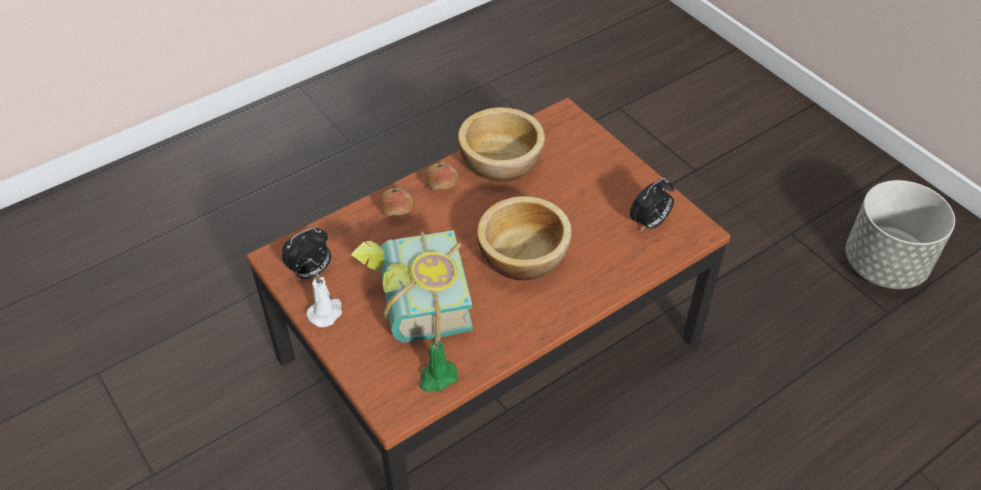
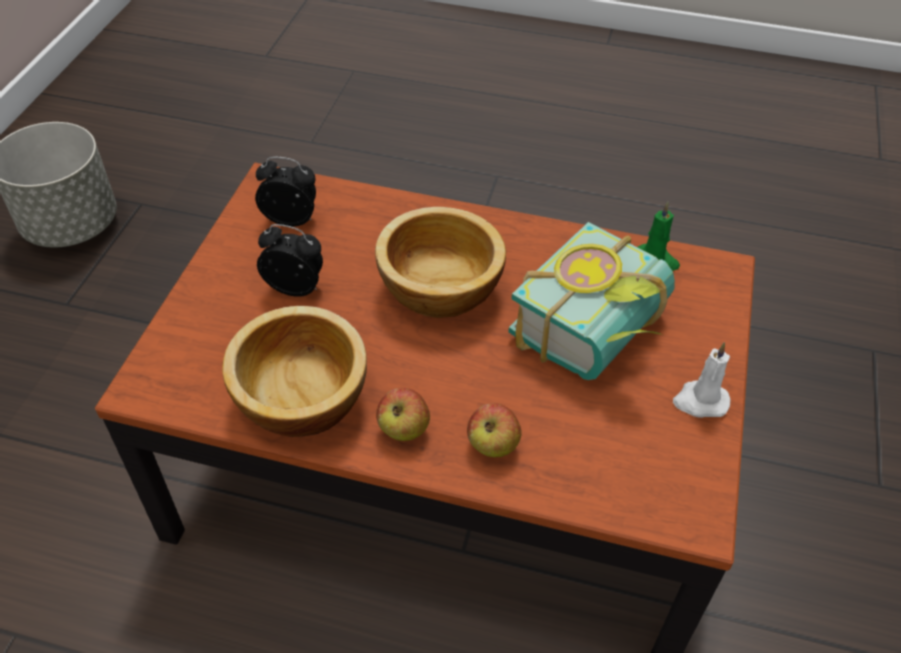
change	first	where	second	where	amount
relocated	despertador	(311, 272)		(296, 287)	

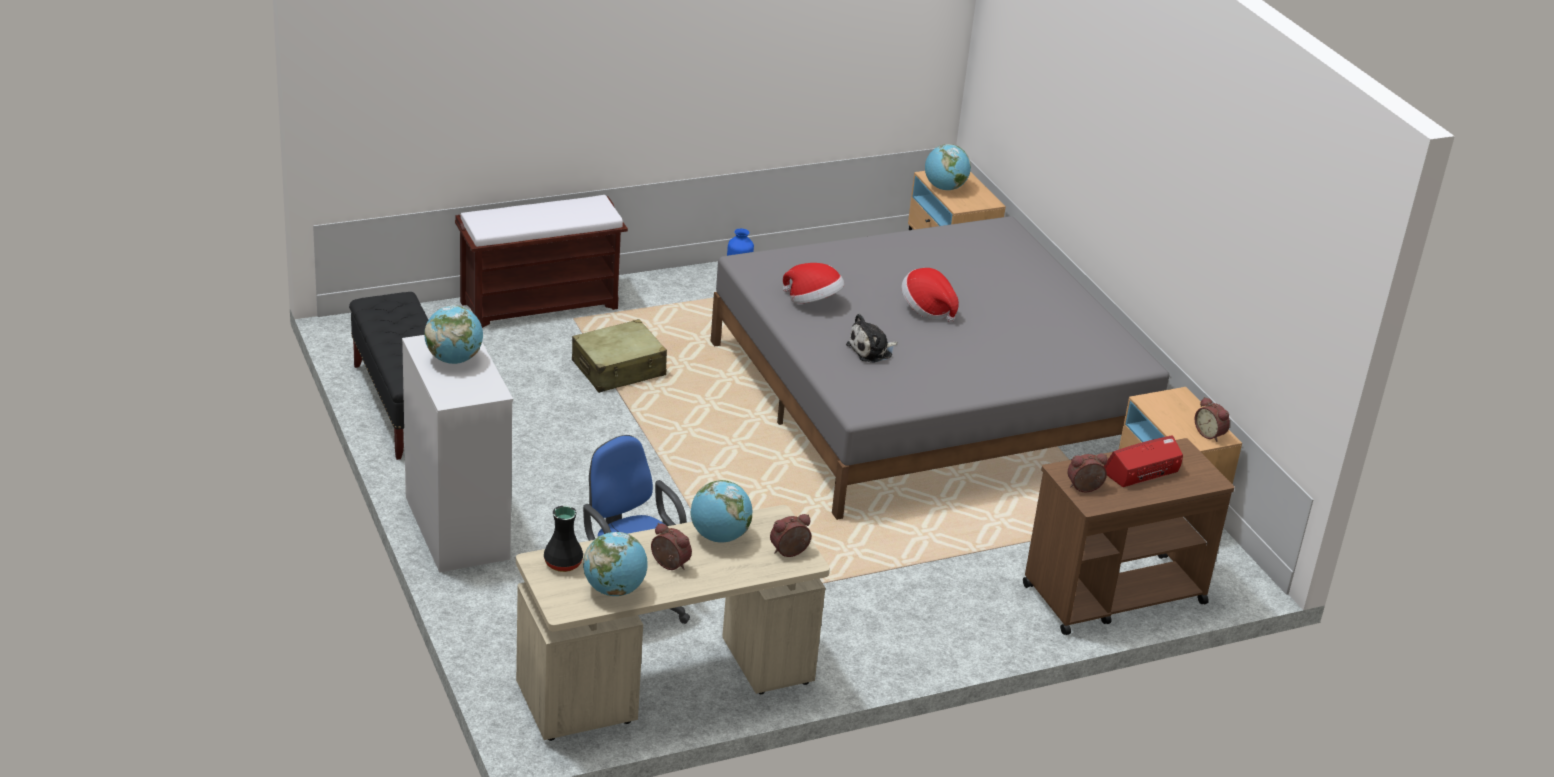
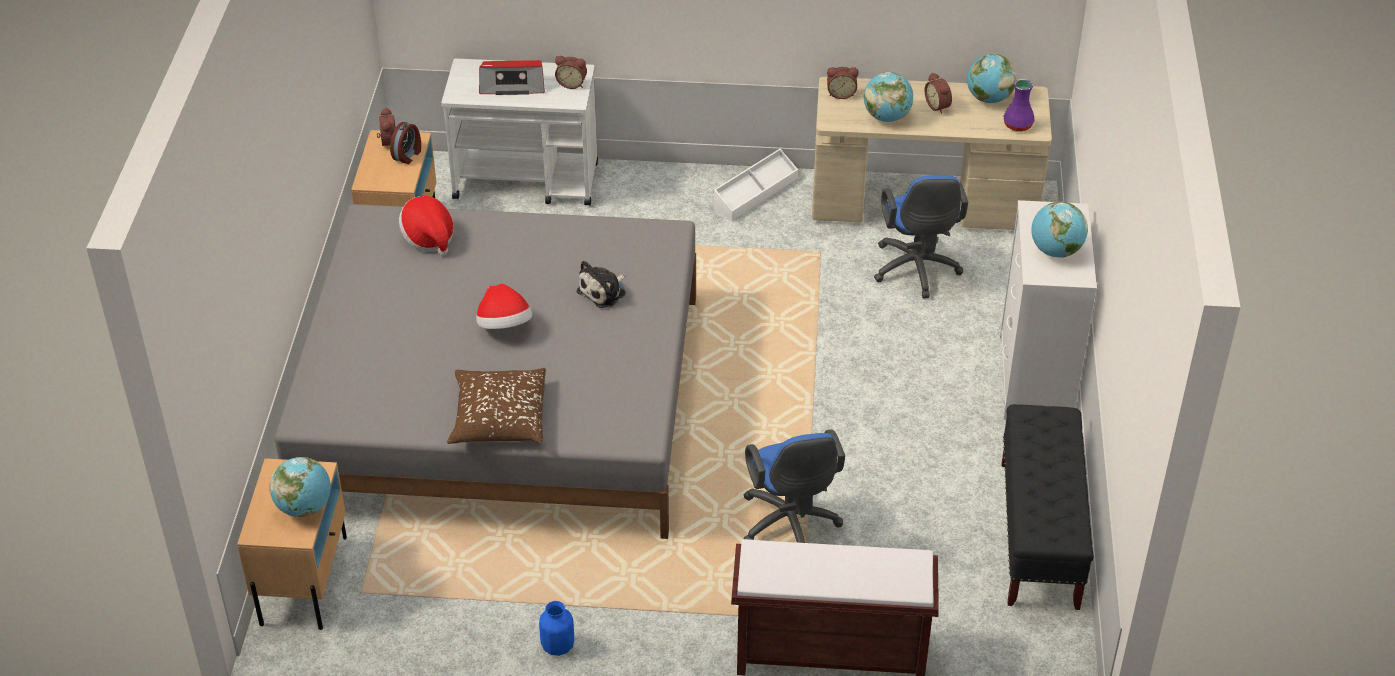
change	first	where	second	where	amount
colour	florero [negro]	(563, 564)	florero [morado]	(1018, 125)	
exchanged	maleta [beis]	(619, 369)	silla de oficina [azul]	(790, 527)	
relocated	sombrero	(813, 302)		(428, 238)	
spun	peluche	(872, 350)		(604, 292)	135 degrees clockwise
colour	carrito [marrón]	(1113, 594)	carrito [blanco]	(527, 181)	
appeared			despertador	(408, 155)	
appeared			cojín [marrón]	(499, 417)	
appeared			caja de almacenaje [blanco]	(755, 193)	

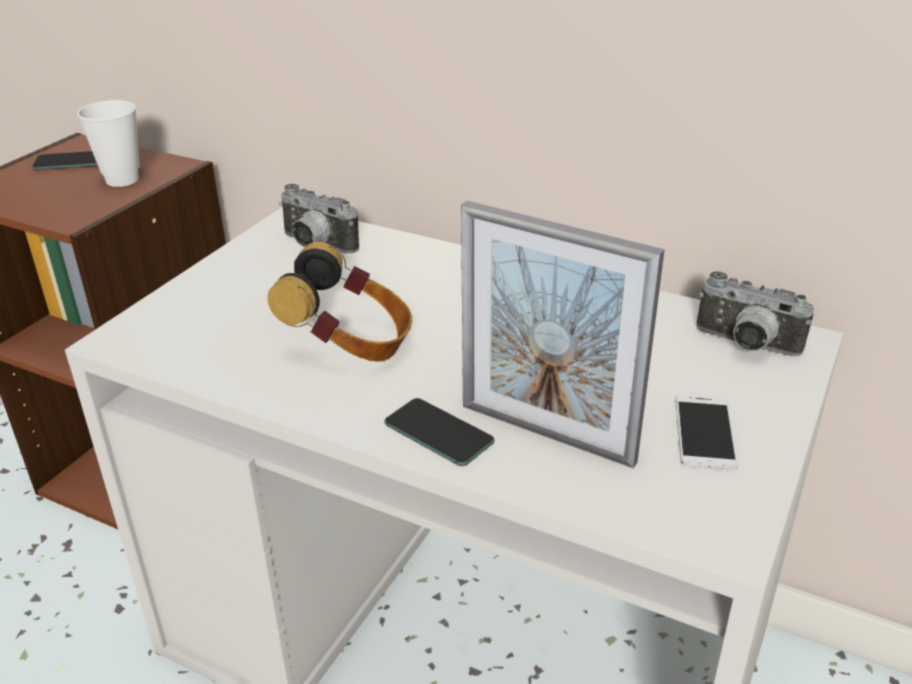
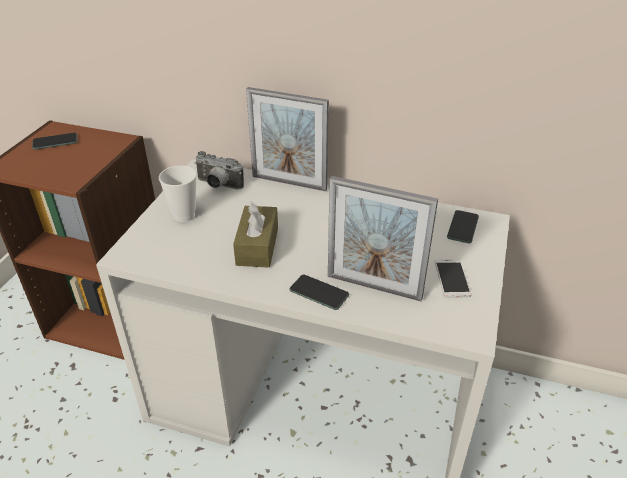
change	first	where	second	where	amount
relocated	taza	(122, 180)		(184, 215)	
exchanged	auriculares	(350, 345)	caja de pañuelos [marrón]	(257, 246)	
exchanged	cámara	(745, 345)	móvil	(462, 227)	
appeared			portarretratos	(289, 183)	

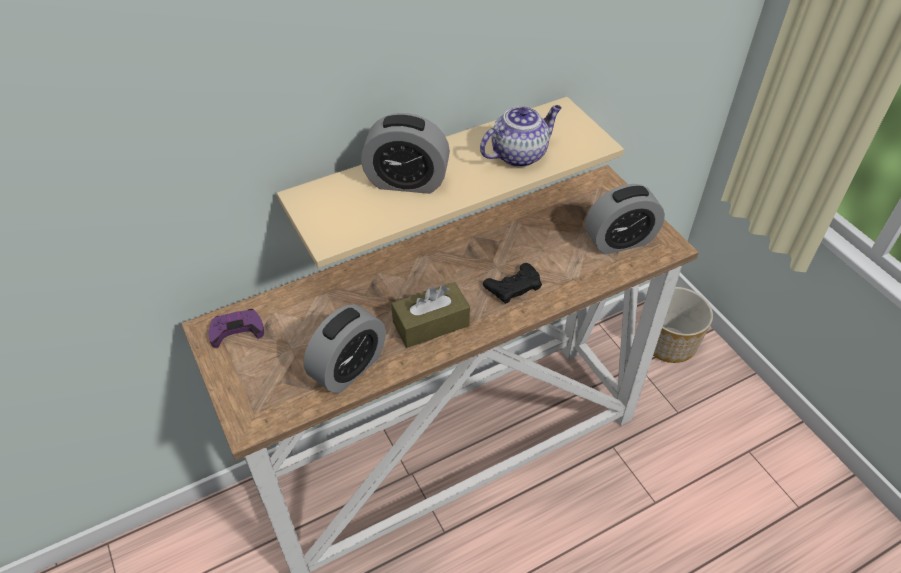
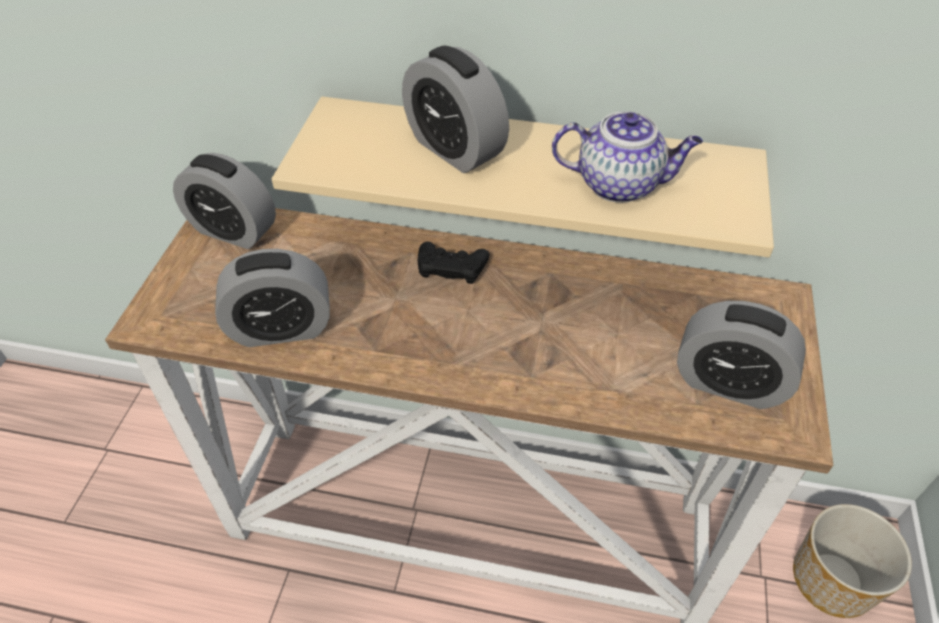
change	first	where	second	where	amount
exchanged	mando de consola [morado]	(236, 330)	despertador	(233, 231)	
missing	caja de pañuelos [marrón]	(431, 324)			
relocated	mando de consola [negro]	(513, 286)		(451, 266)	

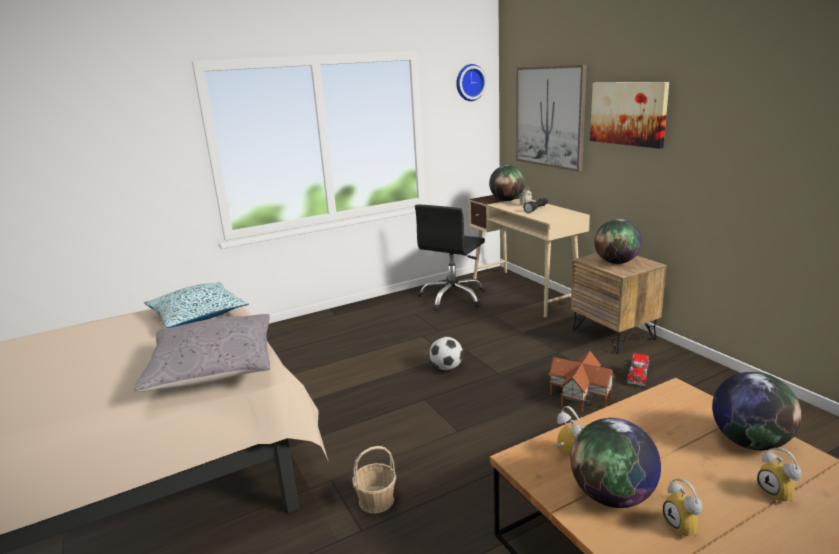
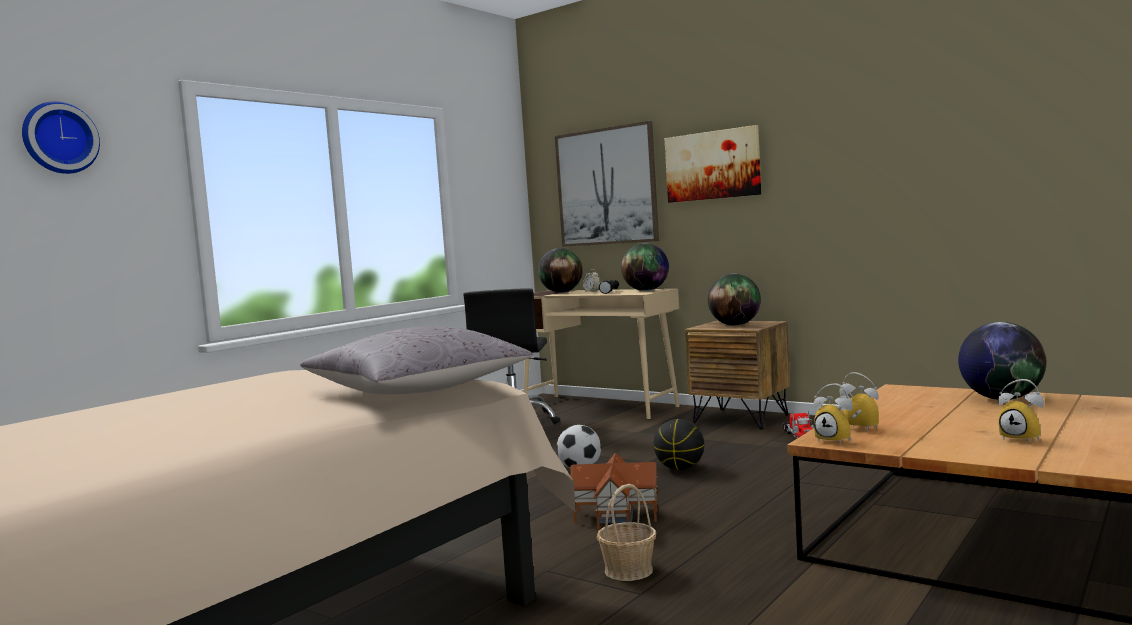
change	first	where	second	where	amount
missing	cojín	(198, 315)			
relocated	reloj de pared	(469, 82)		(59, 138)	
relocated	casita	(580, 396)		(617, 517)	
relocated	globo terráqueo	(612, 496)		(646, 290)	
relocated	despertador	(778, 493)		(836, 440)	
appeared			balón de baloncesto	(680, 468)	

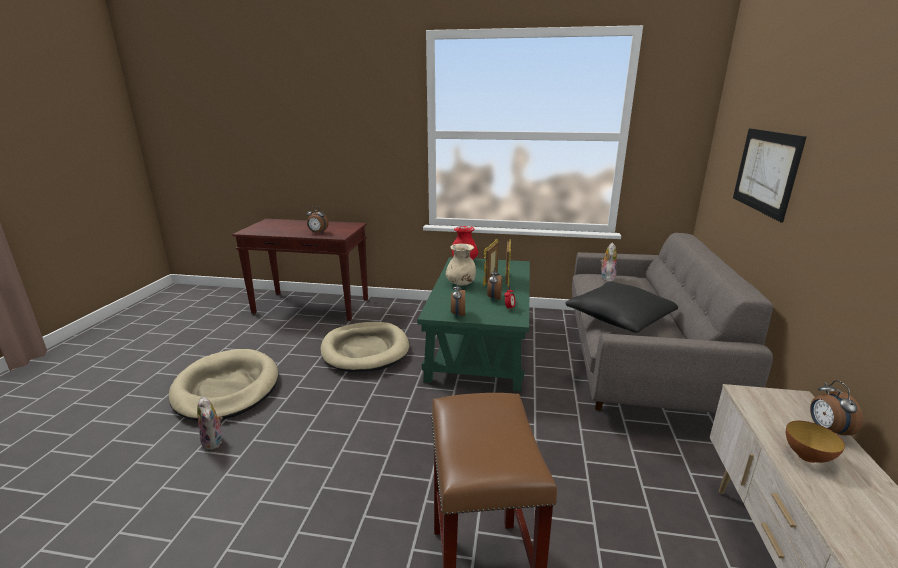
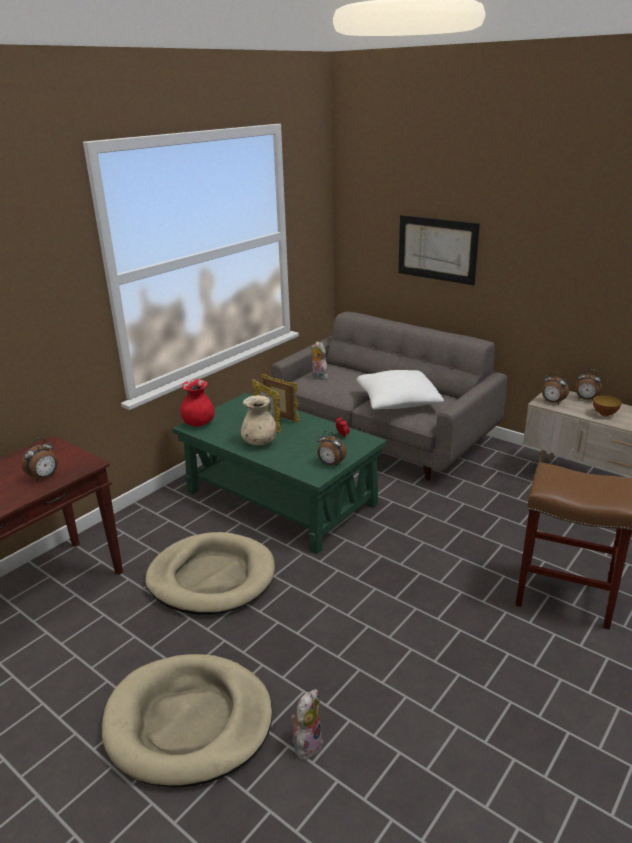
change	first	where	second	where	amount
spun	peluche	(214, 442)		(306, 743)	60 degrees counterclockwise
relocated	despertador	(494, 298)		(552, 402)	
colour	cojín [negro]	(619, 319)	cojín [blanco]	(397, 401)	

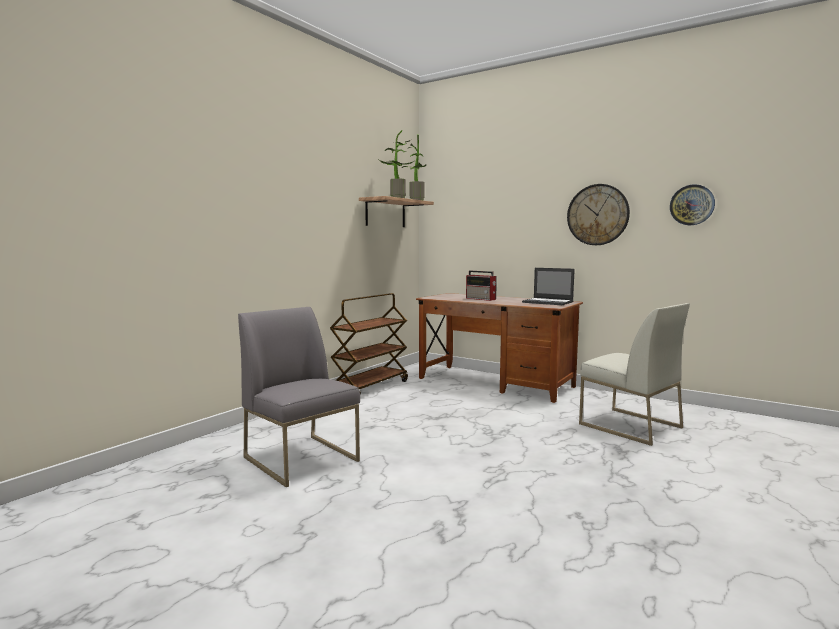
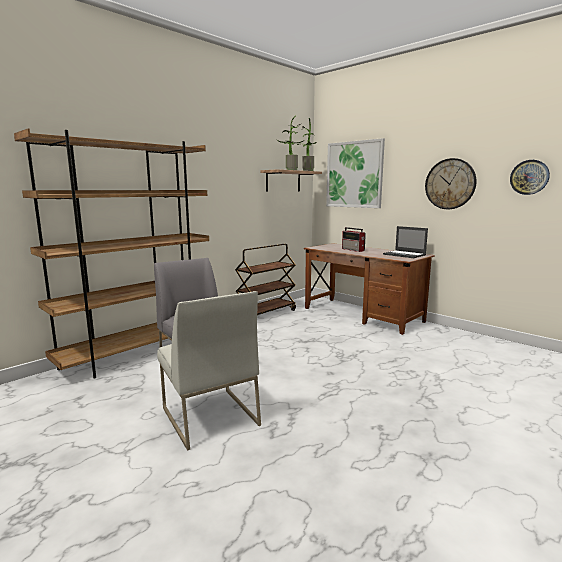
change	first	where	second	where	amount
relocated	silla [blanco]	(629, 426)		(209, 416)	
appeared			estantería [marrón]	(139, 354)	
appeared			cuadro	(354, 174)	

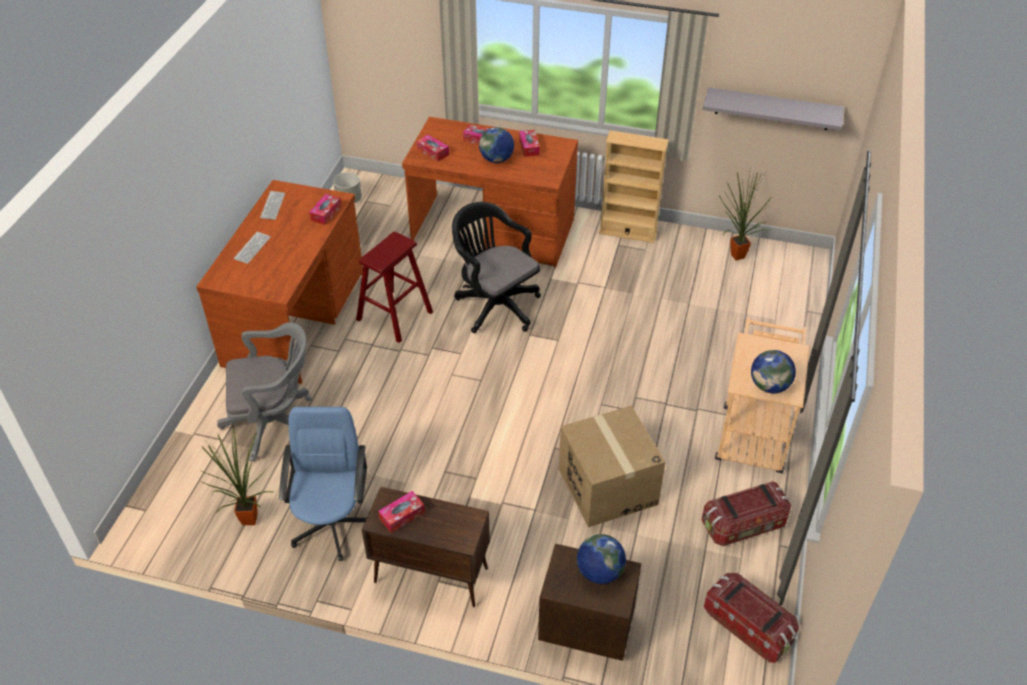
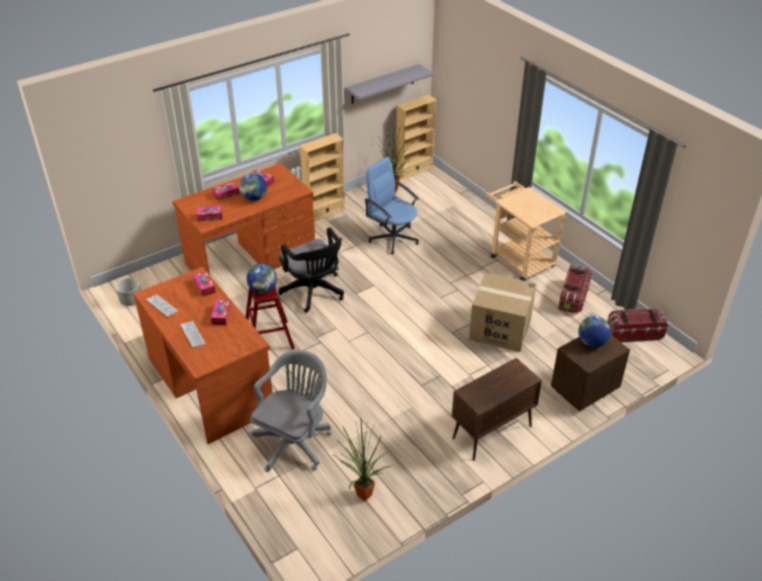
change	first	where	second	where	amount
relocated	silla de oficina [azul]	(333, 523)		(393, 238)	
relocated	caja de pañuelos	(402, 515)		(221, 315)	
spun	silla de oficina [negro]	(495, 305)		(314, 293)	120 degrees counterclockwise
relocated	globo terráqueo	(769, 386)		(263, 289)	
appeared			estantería [beis]	(414, 170)	

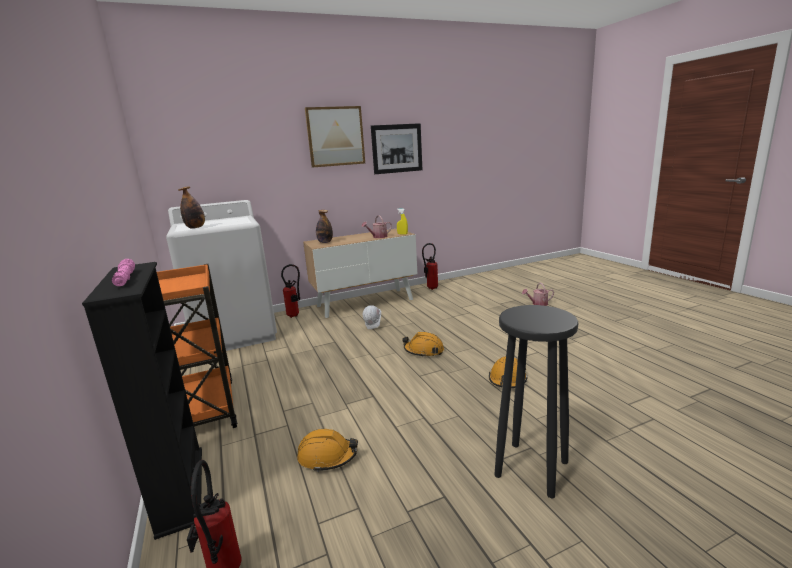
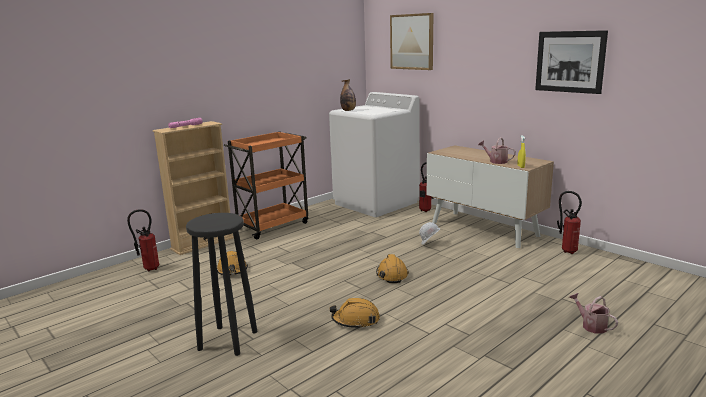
change	first	where	second	where	amount
colour	estantería [negro]	(180, 489)	estantería [beis]	(203, 243)	
relocated	cuadro	(335, 136)		(412, 42)	
missing	botella	(325, 242)			

